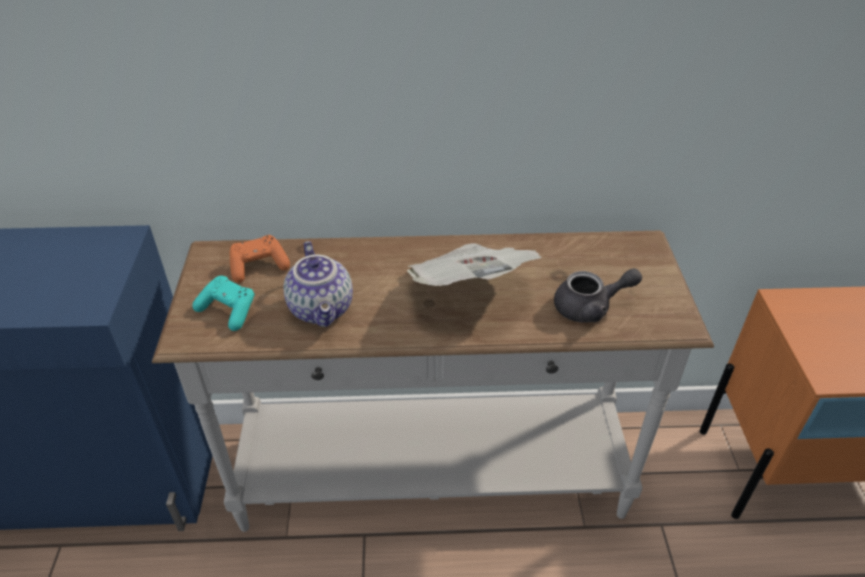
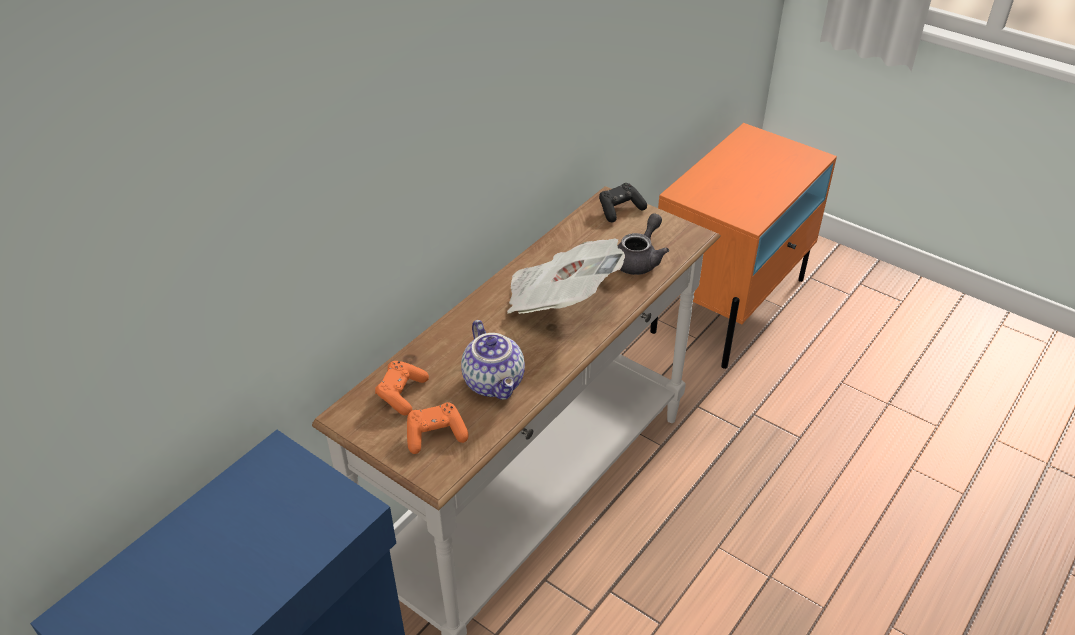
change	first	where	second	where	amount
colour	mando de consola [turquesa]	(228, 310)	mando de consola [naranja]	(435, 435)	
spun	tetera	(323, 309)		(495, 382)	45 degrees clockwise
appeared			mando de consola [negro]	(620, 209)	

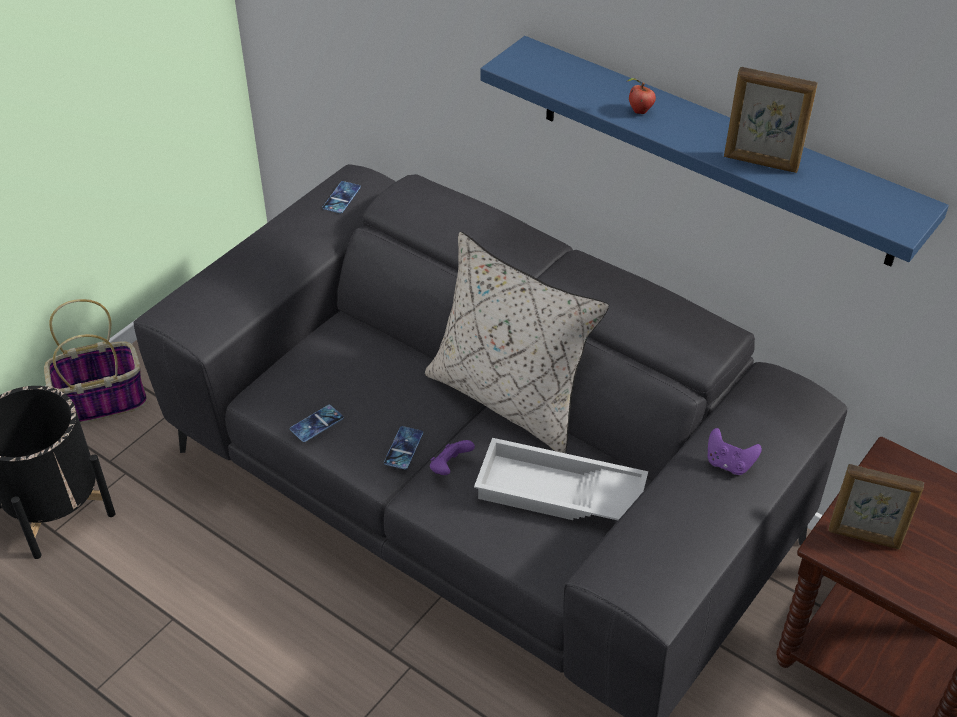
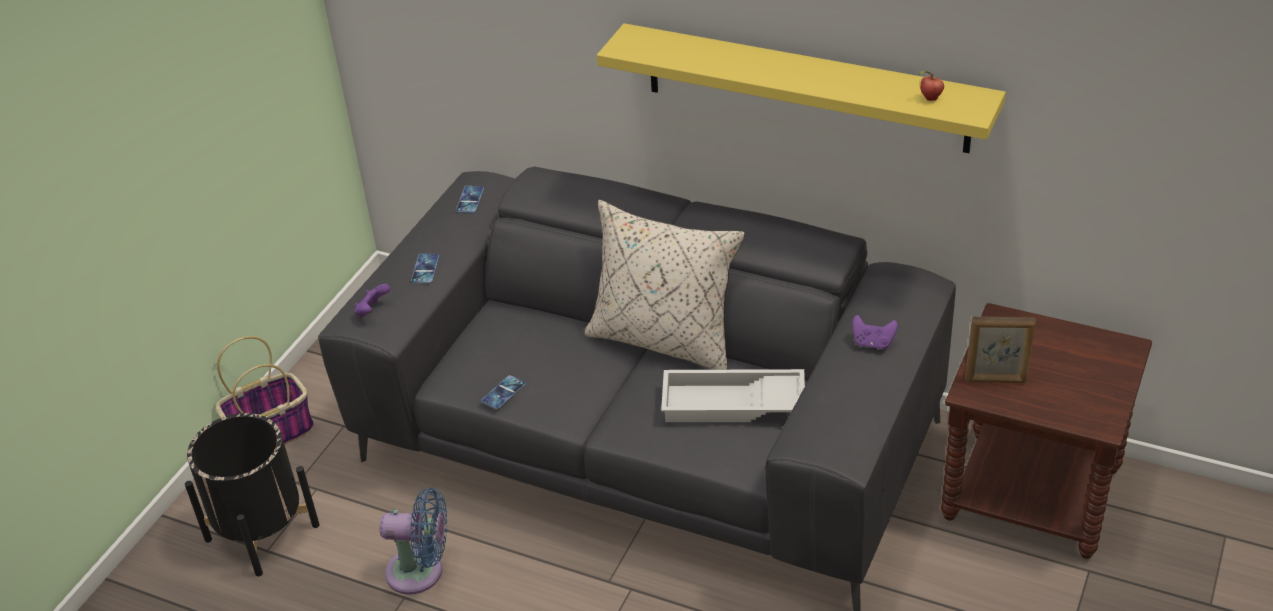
change	first	where	second	where	amount
relocated	móvil	(403, 448)		(425, 269)	
relocated	mando de consola [morado]	(450, 467)		(372, 311)	
colour	estante [azul]	(714, 150)	estante [amarillo]	(805, 88)	
relocated	manzana	(639, 111)		(930, 98)	
missing	portarretratos	(761, 163)			
appeared			ventilador [azul]	(421, 572)	

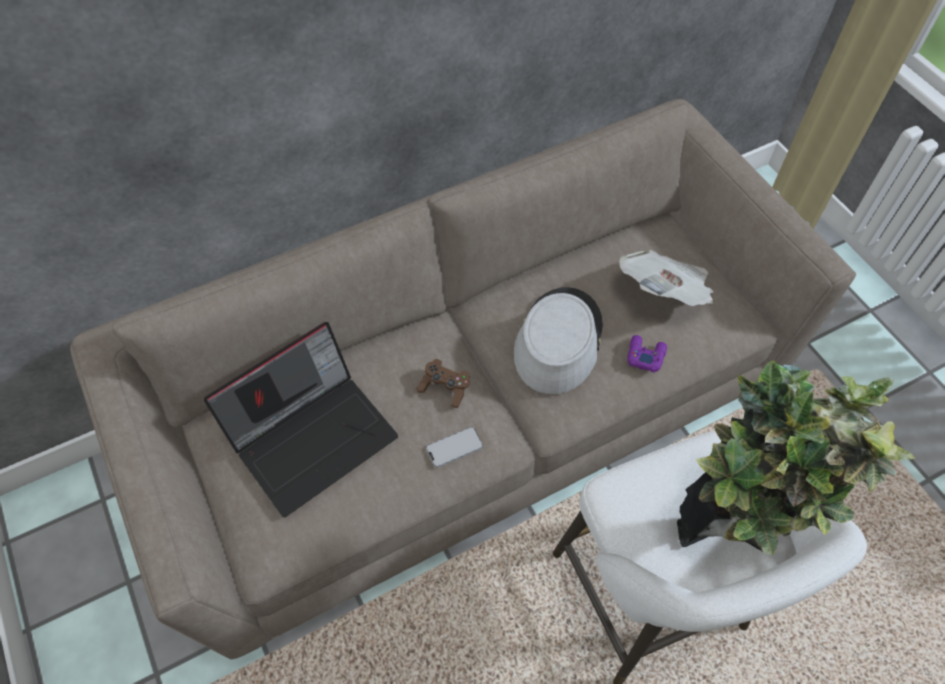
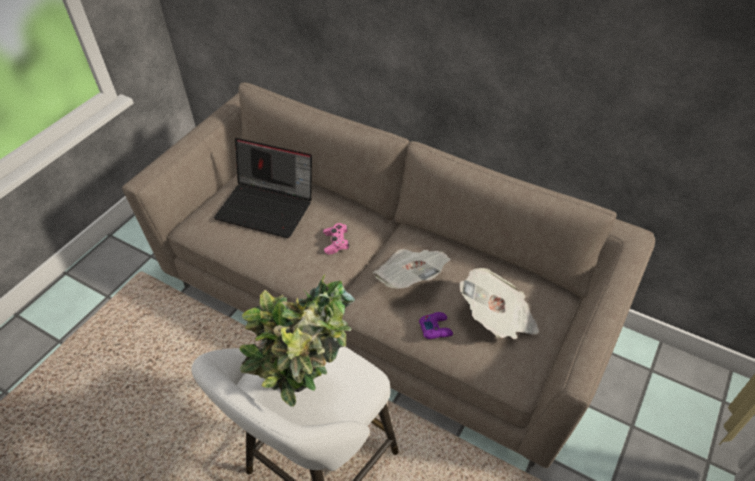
change	first	where	second	where	amount
colour	mando de consola [marrón]	(445, 387)	mando de consola [rosa]	(336, 243)	
missing	móvil	(454, 447)			
exchanged	sombrero [gris]	(558, 341)	periódico	(410, 278)	

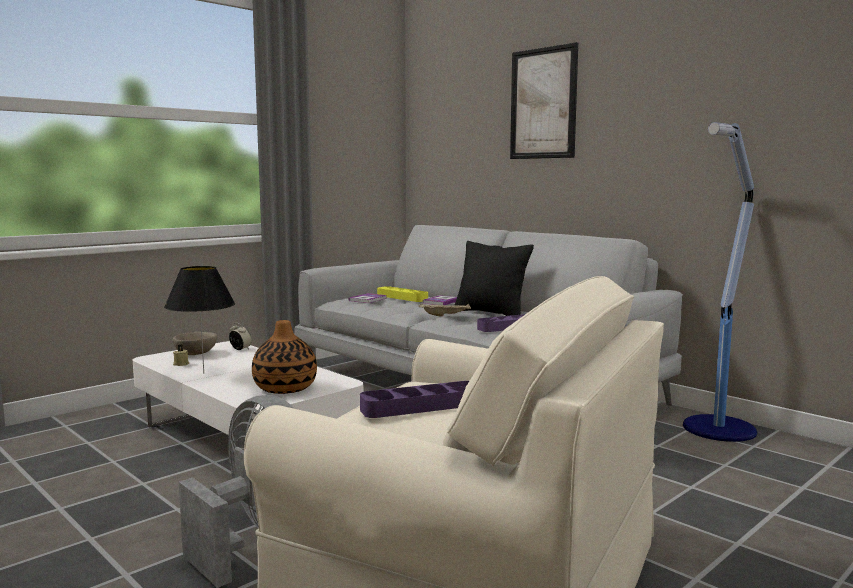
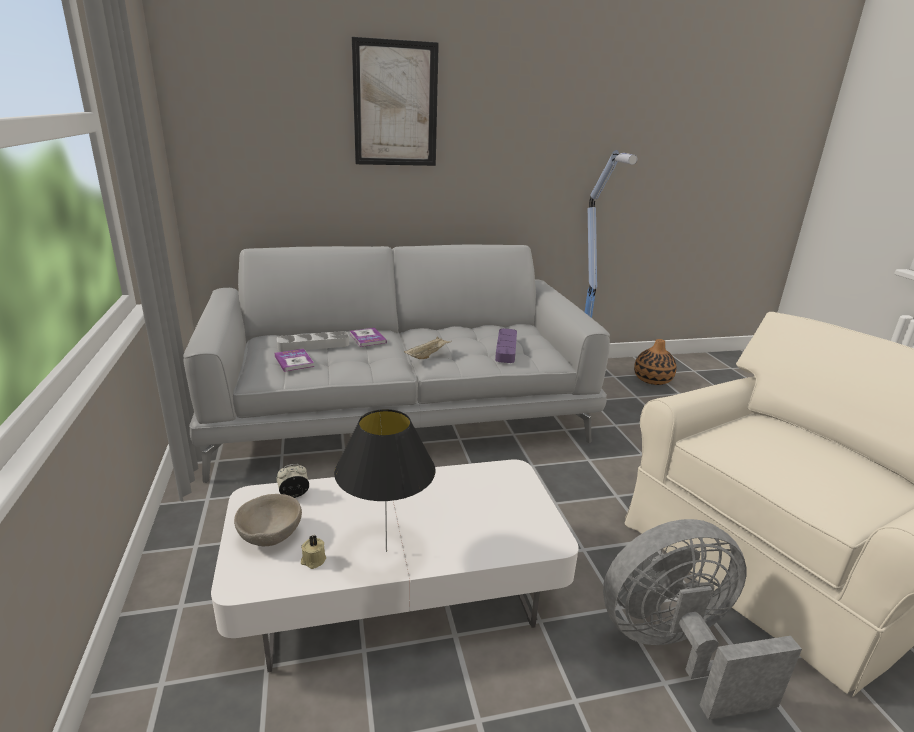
change	first	where	second	where	amount
relocated	florero	(284, 388)		(652, 380)	
missing	bandeja [morado]	(422, 406)			
colour	bandeja [amarillo]	(402, 297)	bandeja [gris]	(313, 345)	
missing	cojín [negro]	(491, 313)			

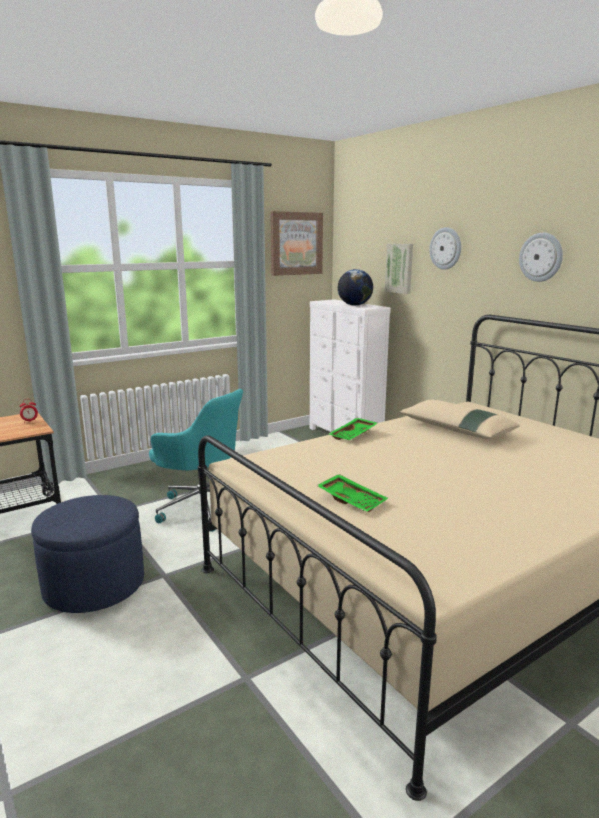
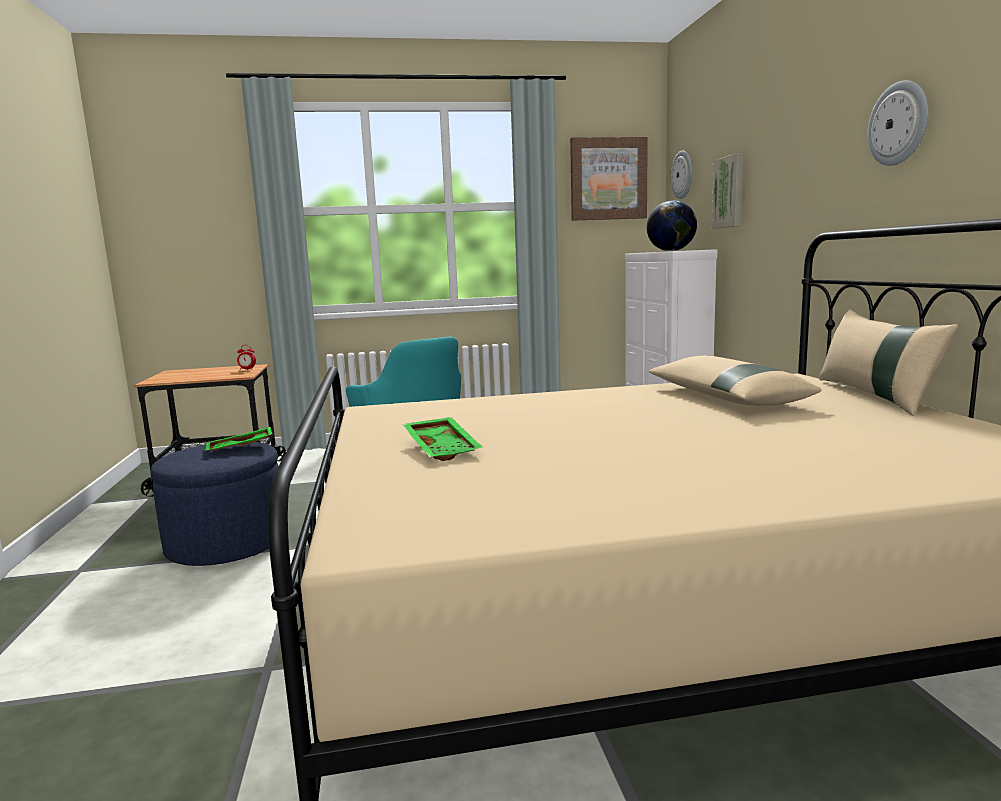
change	first	where	second	where	amount
relocated	bandeja [verde]	(354, 435)		(240, 448)	
relocated	reloj de pared	(446, 248)		(683, 174)	
appeared			cojín [beis]	(875, 396)	

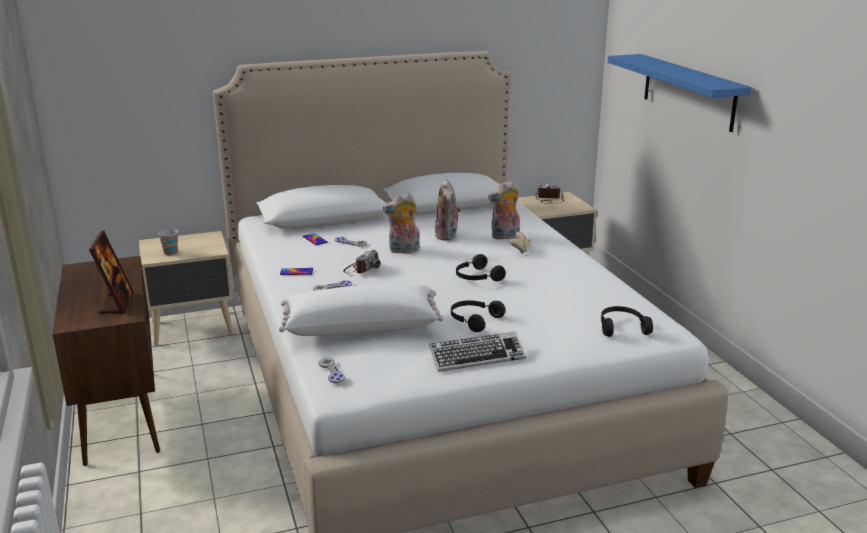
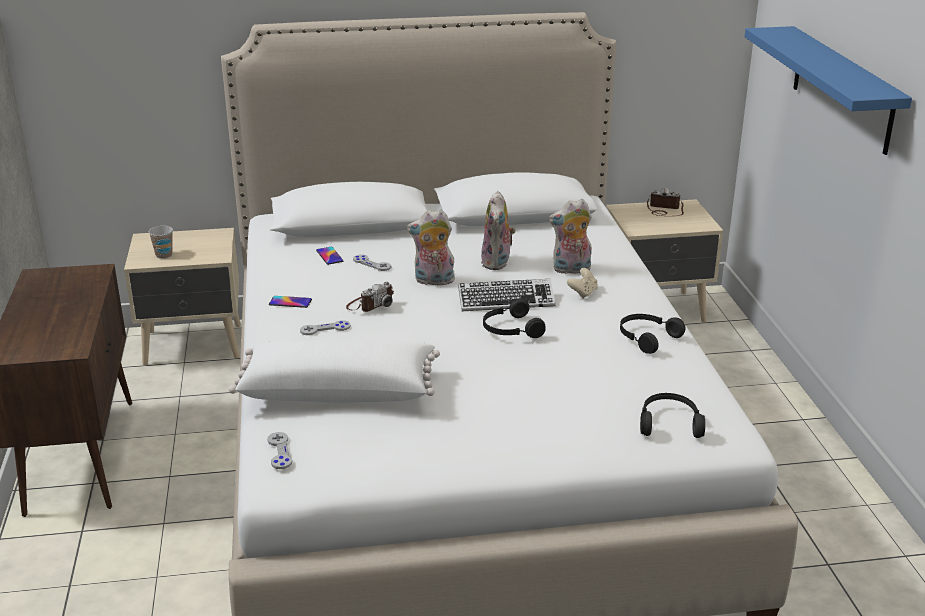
change	first	where	second	where	amount
missing	portarretratos	(117, 303)			
relocated	teclado	(477, 357)		(506, 301)	
relocated	auriculares [negro]	(473, 320)		(646, 338)	

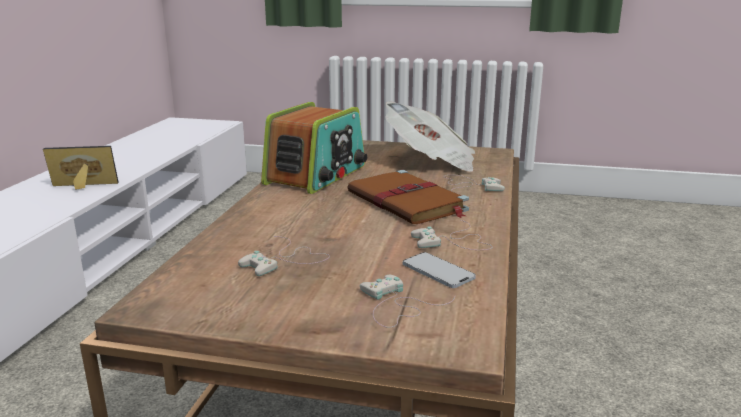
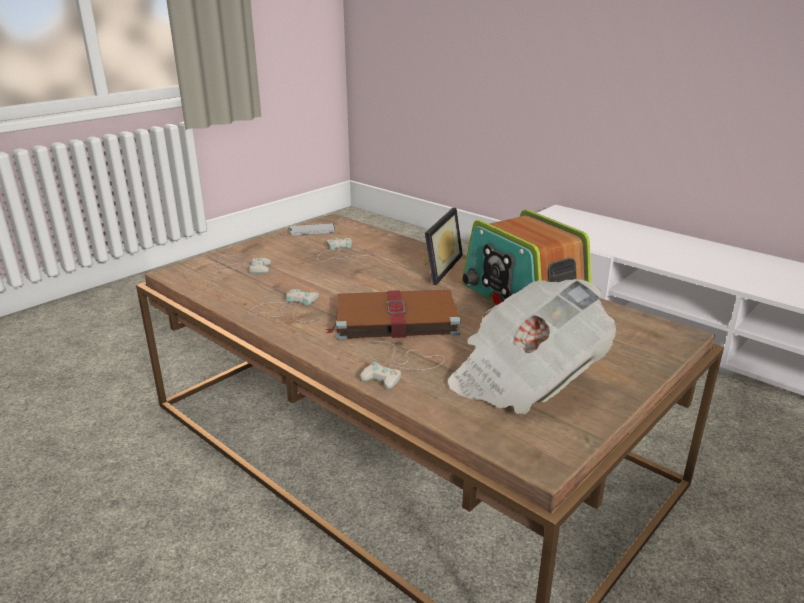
change	first	where	second	where	amount
relocated	portarretratos	(83, 187)		(436, 268)	
relocated	móvil	(438, 271)		(312, 230)	

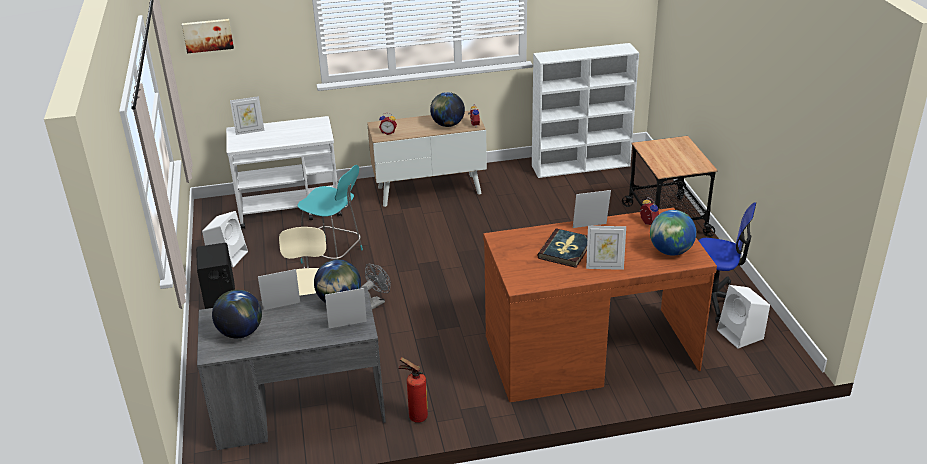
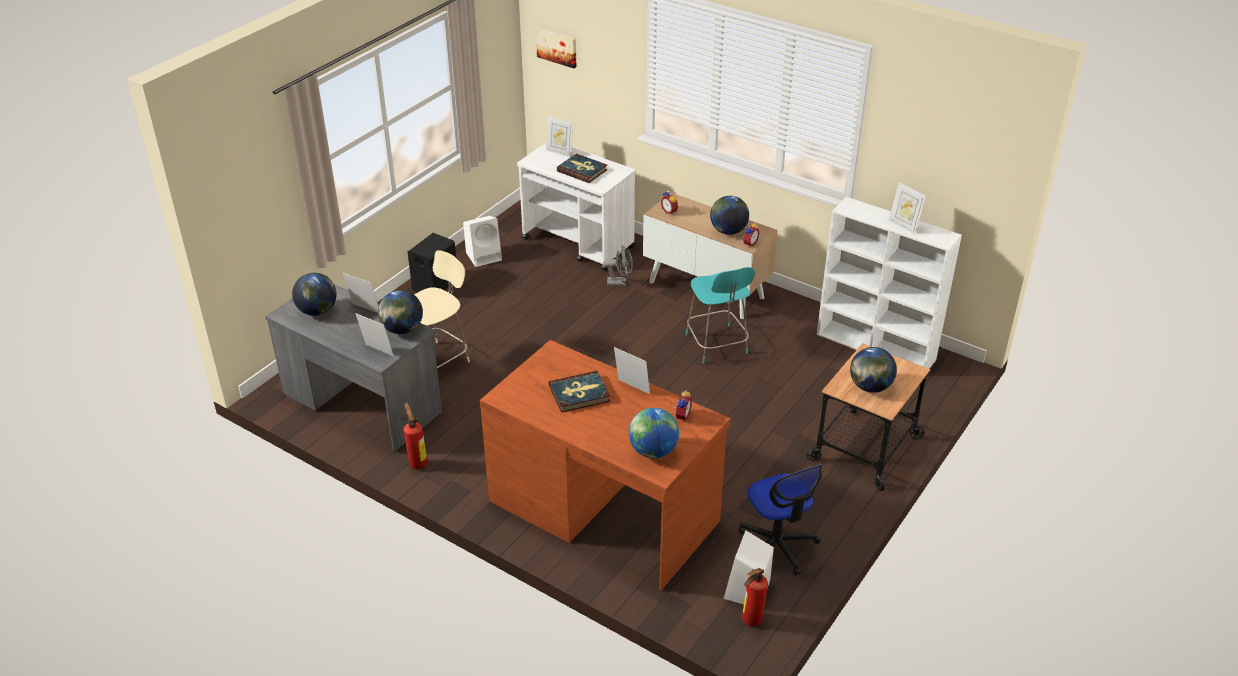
change	first	where	second	where	amount
relocated	silla [turquesa]	(334, 257)		(717, 345)	
relocated	ventilador [gris]	(376, 302)		(620, 282)	
relocated	portarretratos	(604, 266)		(904, 226)	
appeared			libro	(582, 170)	
appeared			extintor	(749, 621)	
appeared			globo terráqueo	(870, 387)	

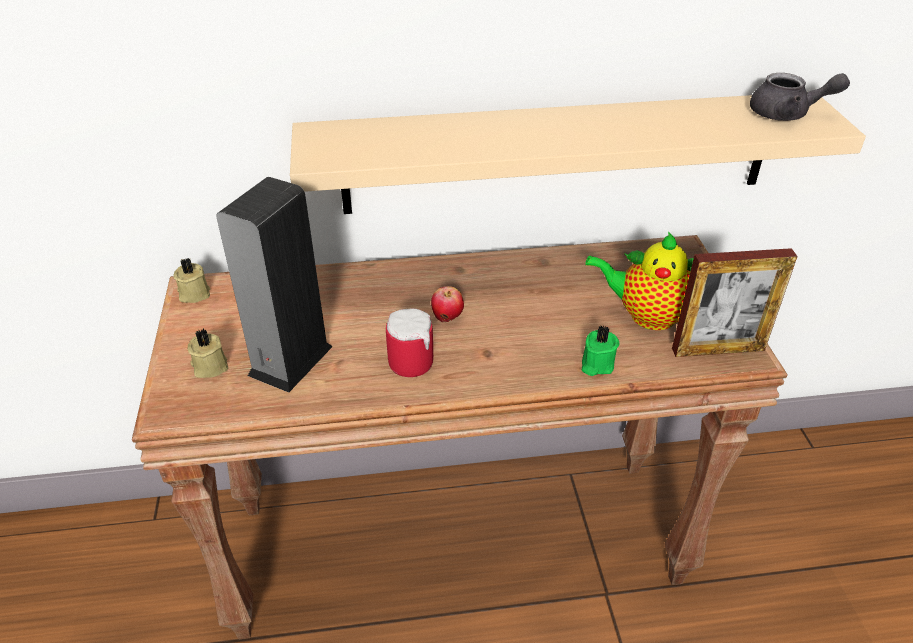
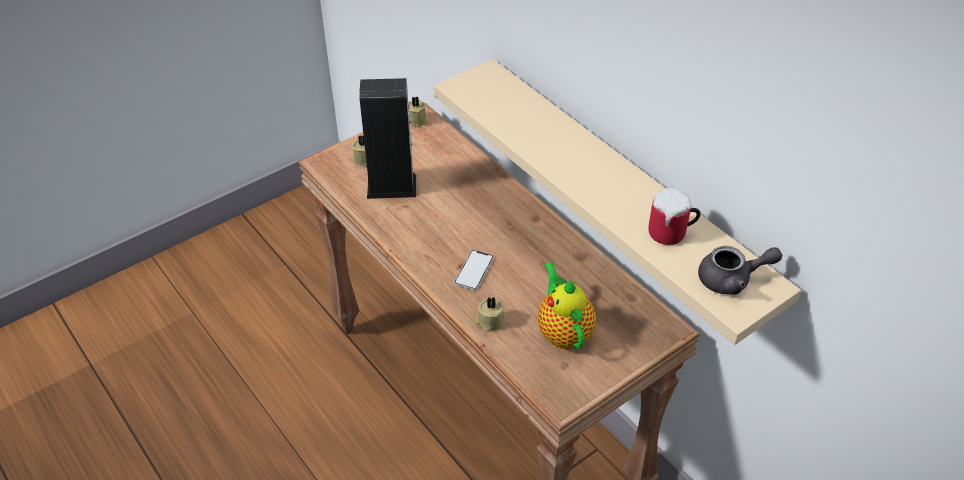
change	first	where	second	where	amount
relocated	taza grande	(416, 360)		(672, 234)	
missing	manzana	(447, 318)			
colour	vela [verde]	(596, 364)	vela [beis]	(489, 321)	
missing	portarretratos	(718, 349)			
spun	tetera [gris]	(787, 114)		(732, 280)	75 degrees counterclockwise
appeared			móvil	(474, 271)	

